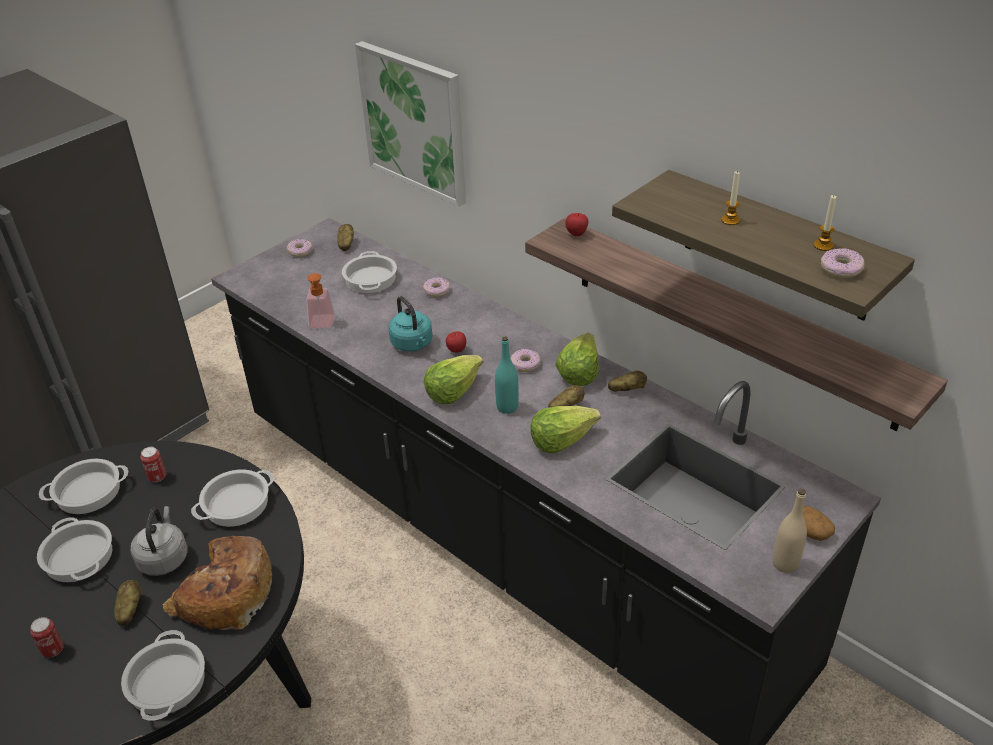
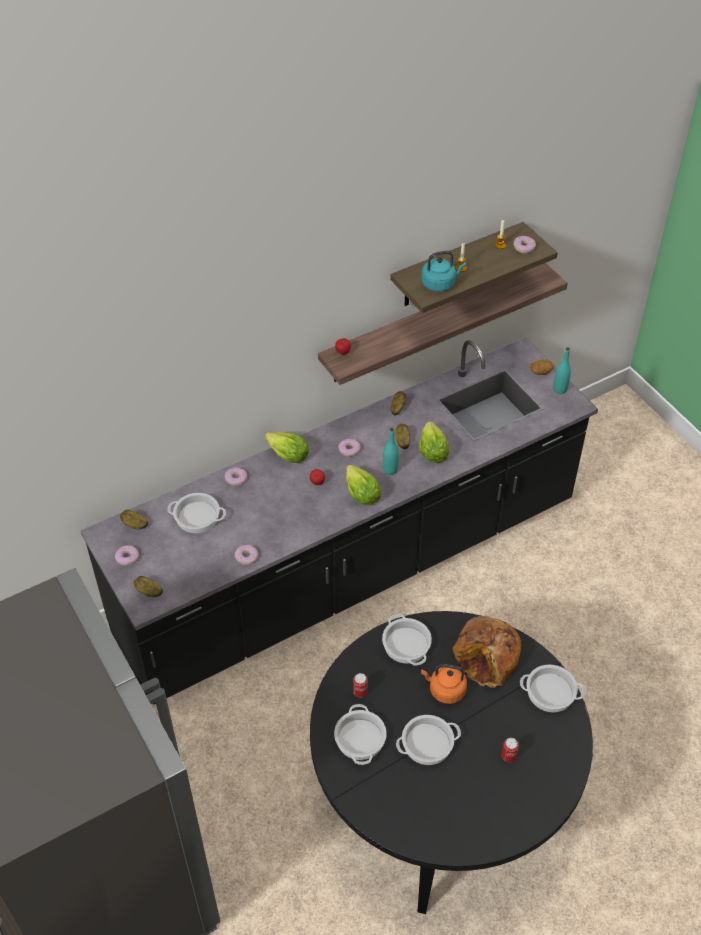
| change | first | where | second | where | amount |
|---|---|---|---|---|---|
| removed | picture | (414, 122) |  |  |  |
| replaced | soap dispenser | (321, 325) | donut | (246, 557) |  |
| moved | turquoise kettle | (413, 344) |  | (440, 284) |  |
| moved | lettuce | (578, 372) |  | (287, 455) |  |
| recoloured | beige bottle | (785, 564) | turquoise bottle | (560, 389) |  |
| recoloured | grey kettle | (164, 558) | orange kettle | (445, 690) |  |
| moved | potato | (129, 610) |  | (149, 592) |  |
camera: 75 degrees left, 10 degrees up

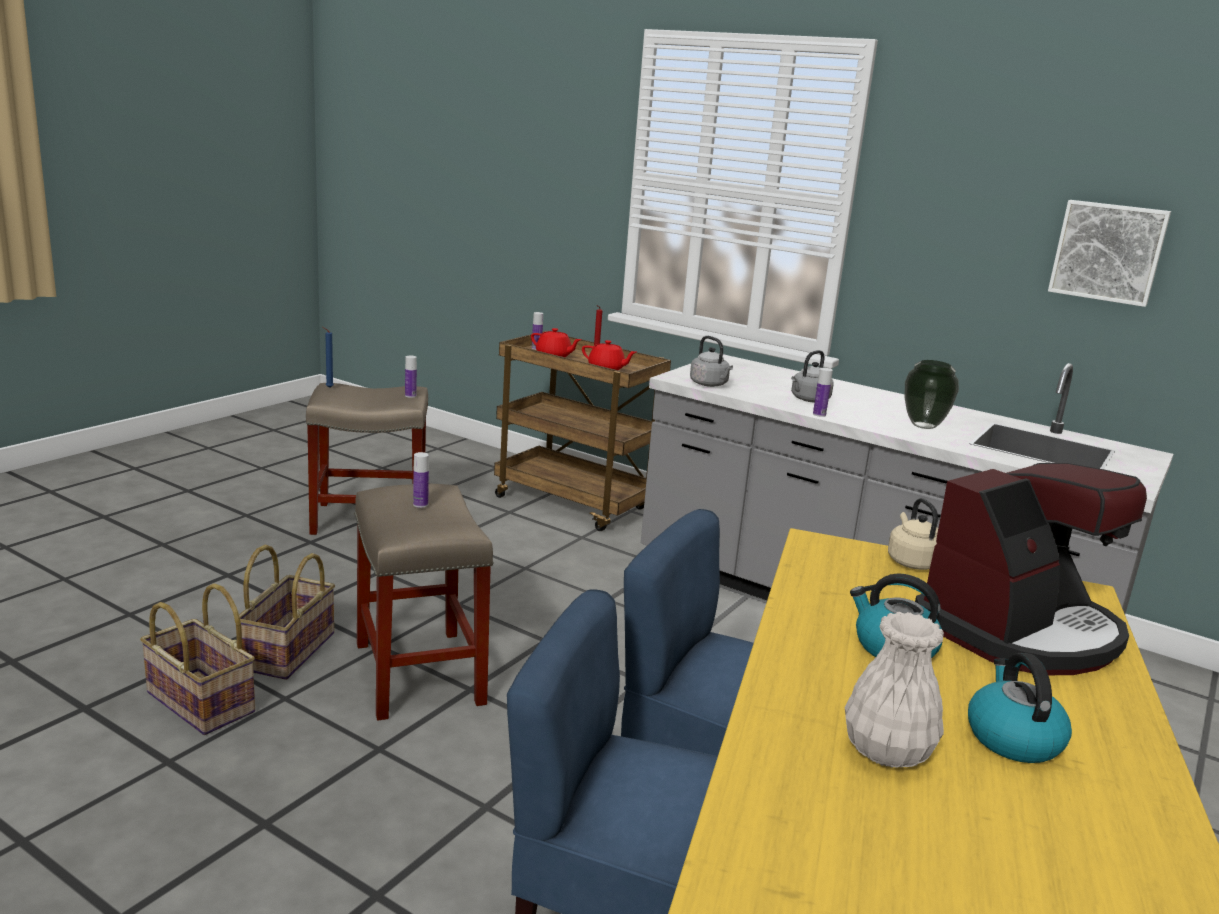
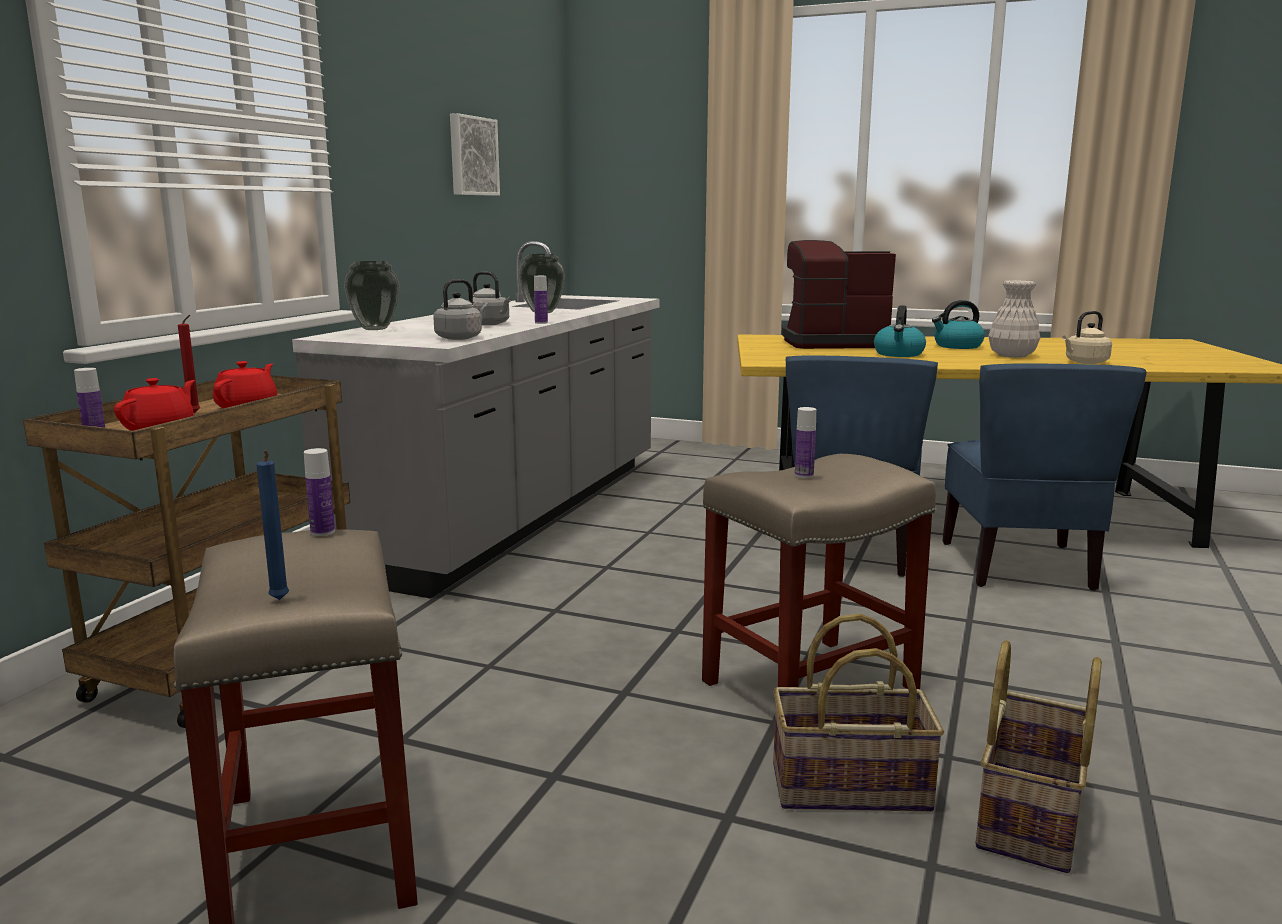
| change | first | where | second | where | amount |
|---|---|---|---|---|---|
| turned | coffee machine | (1020, 631) |  | (833, 343) | 45 degrees counterclockwise |
| moved | beige kettle | (911, 561) |  | (1084, 362) |  |
| added |  |  | vase | (374, 329) |  |
camera: 100 degrees left, 5 degrees down

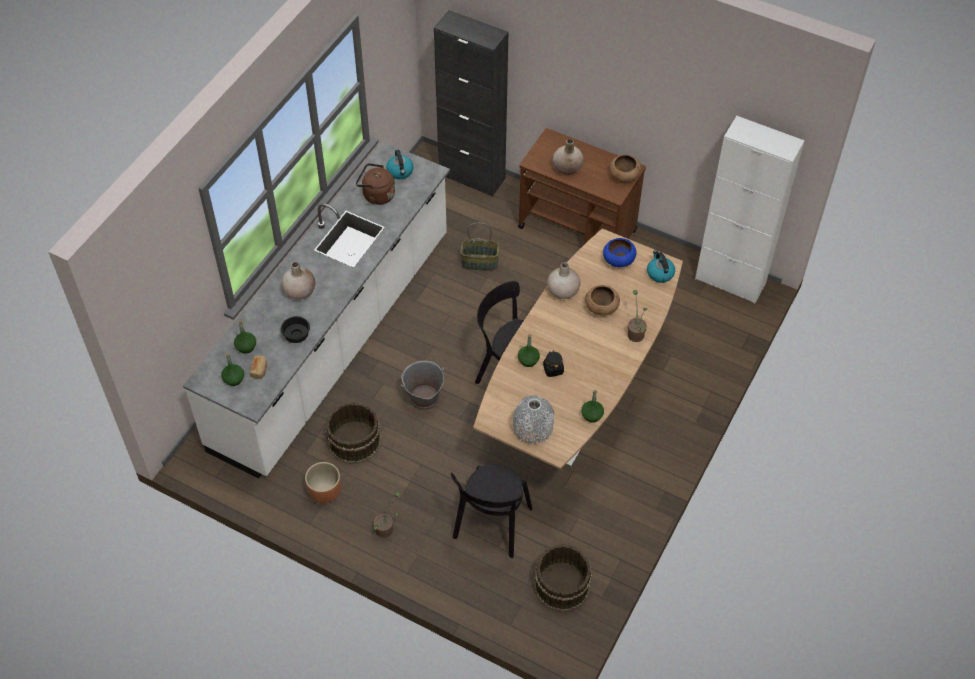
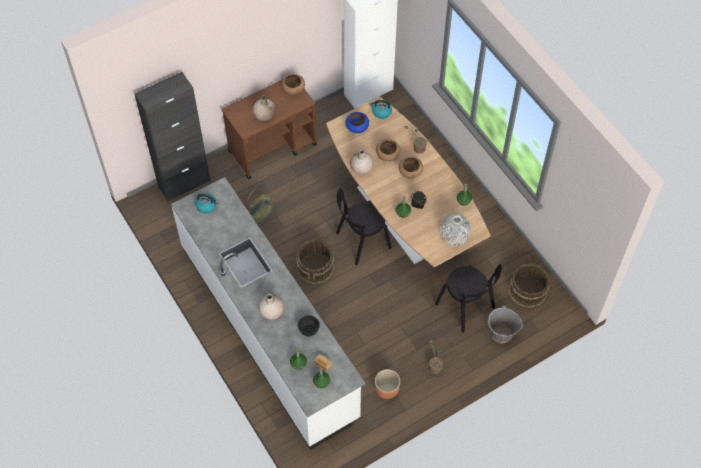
| change | first | where | second | where | amount |
|---|---|---|---|---|---|
| removed | brown kettle | (376, 195) |  |  |  |
| moved | grey bucket | (424, 398) |  | (501, 334) |  |
| moved | brown bucket | (354, 442) |  | (316, 267) |  |
| added |  |  | brown bowl | (410, 172) |  |
camera: 60 degrees left, 5 degrees up

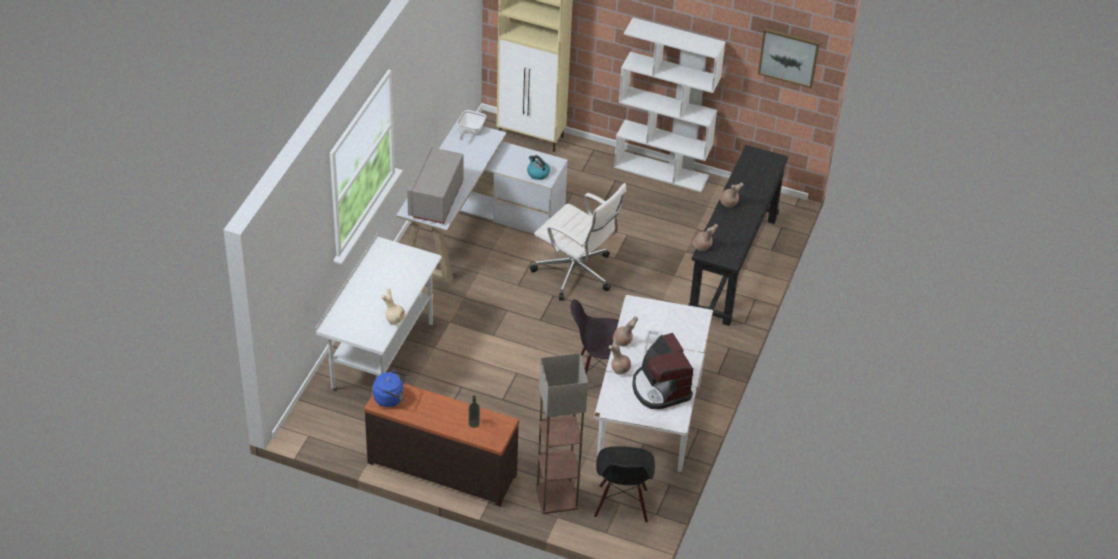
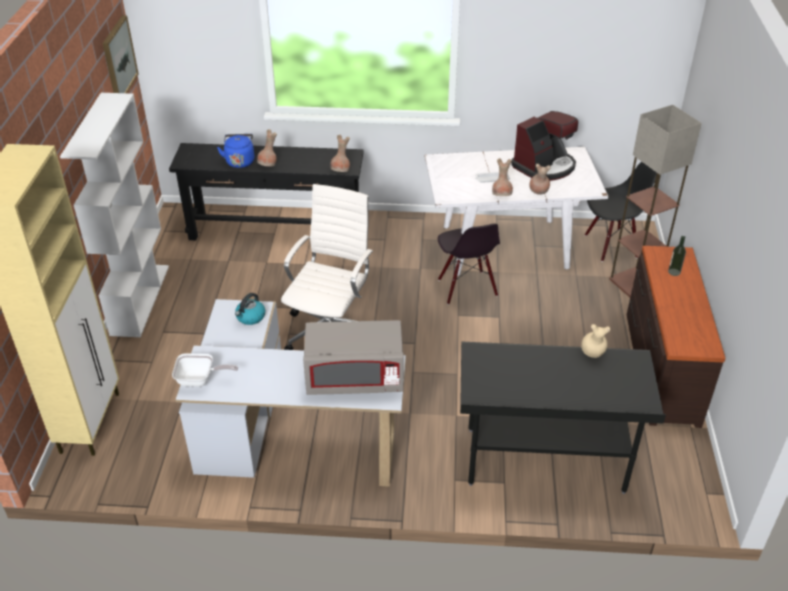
| change | first | where | second | where | amount |
|---|---|---|---|---|---|
| recoloured | white desk | (382, 356) | black desk | (544, 461) |  |
| moved | blue kettle | (391, 398) |  | (240, 161) |  |
camera: 105 degrees left, 5 degrees down

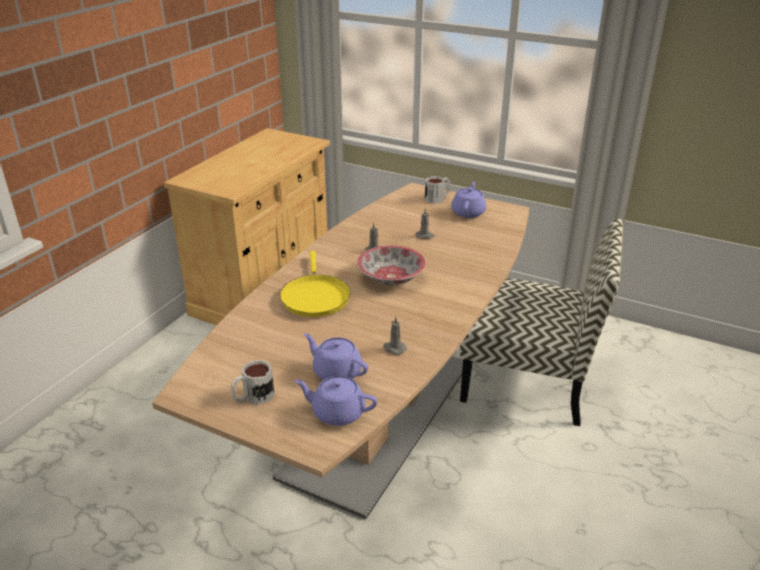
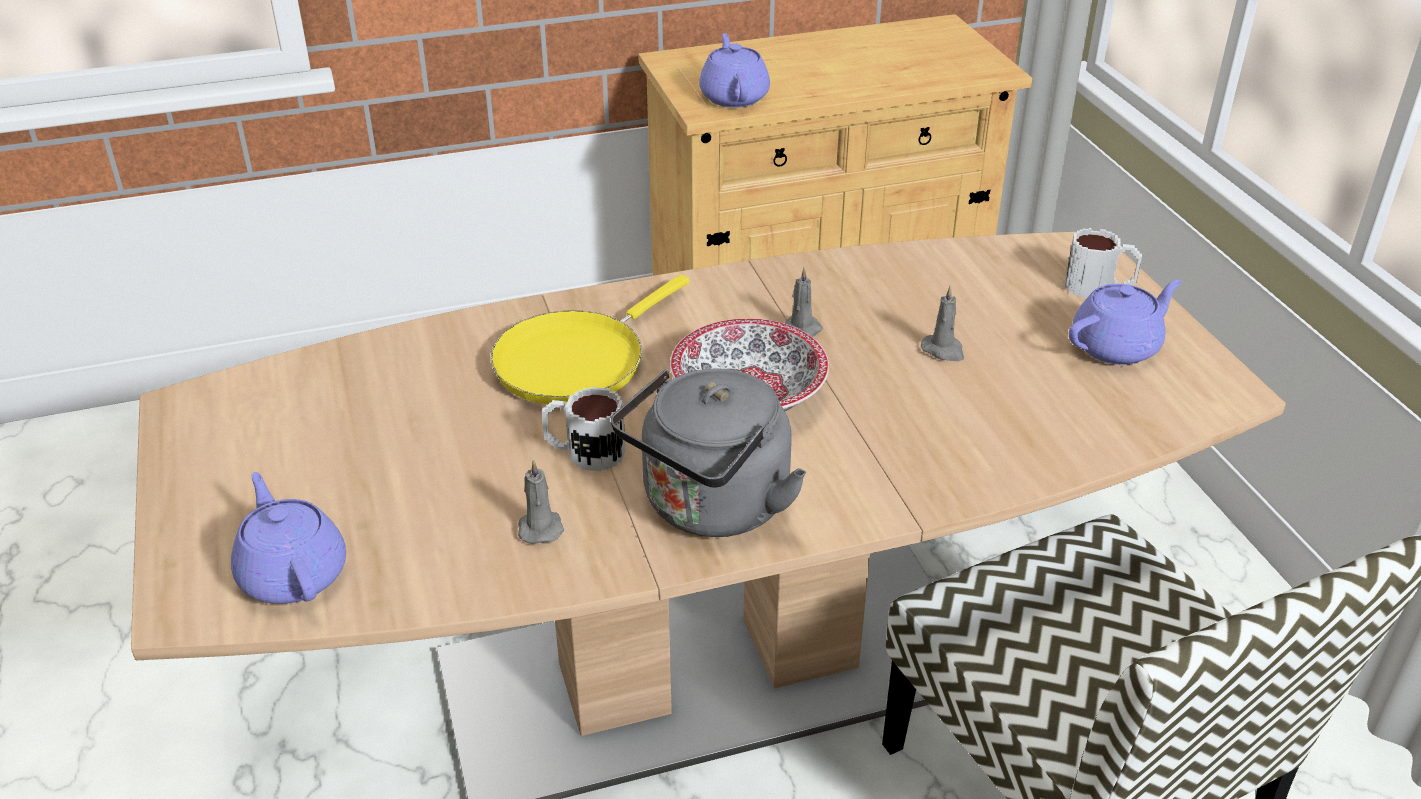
| change | first | where | second | where | amount |
|---|---|---|---|---|---|
| moved | purple teapot | (336, 371) |  | (734, 96) |  |
| moved | mug | (253, 397) |  | (584, 452) |  |
| added |  |  | grey kettle | (710, 508) |  |
camera: 45 degrees right, 5 degrees up

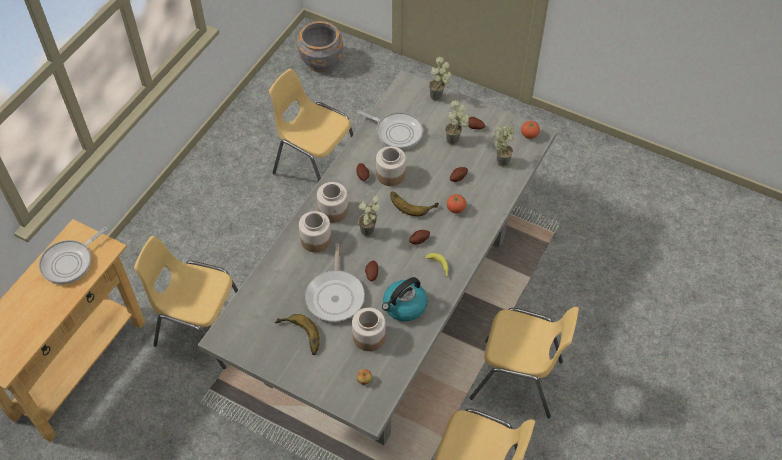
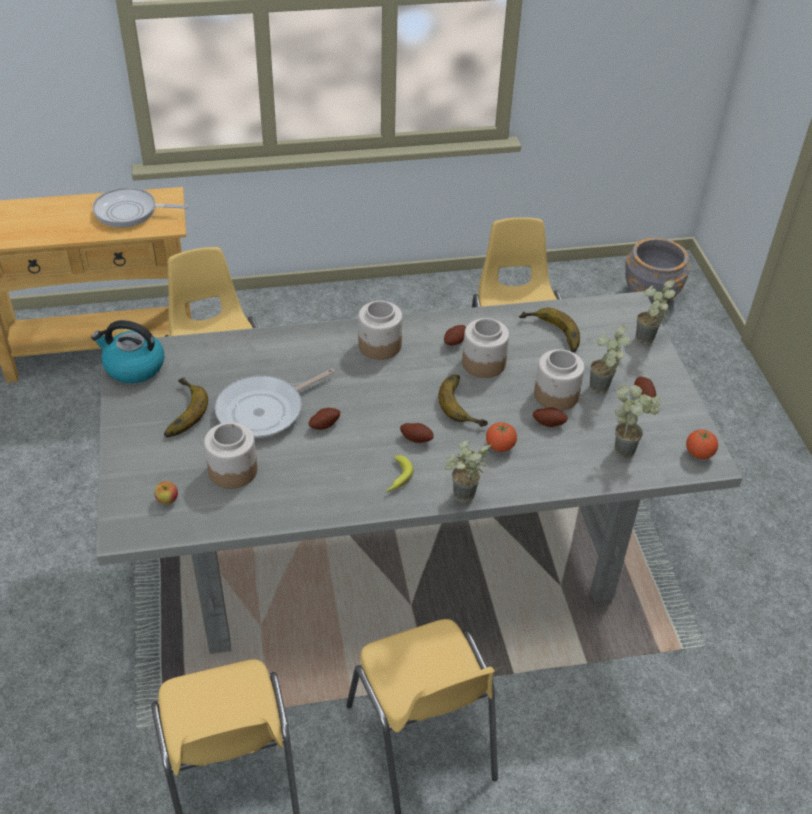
| change | first | where | second | where | amount |
|---|---|---|---|---|---|
| replaced | frying pan | (396, 132) | banana | (550, 335) |  |
| moved | potted plant | (369, 234) |  | (461, 500) |  |
| moved | jar | (316, 239) |  | (556, 395) |  |
| moved | kettle | (404, 306) |  | (133, 367) |  |
camera: 50 degrees right, 10 degrees down

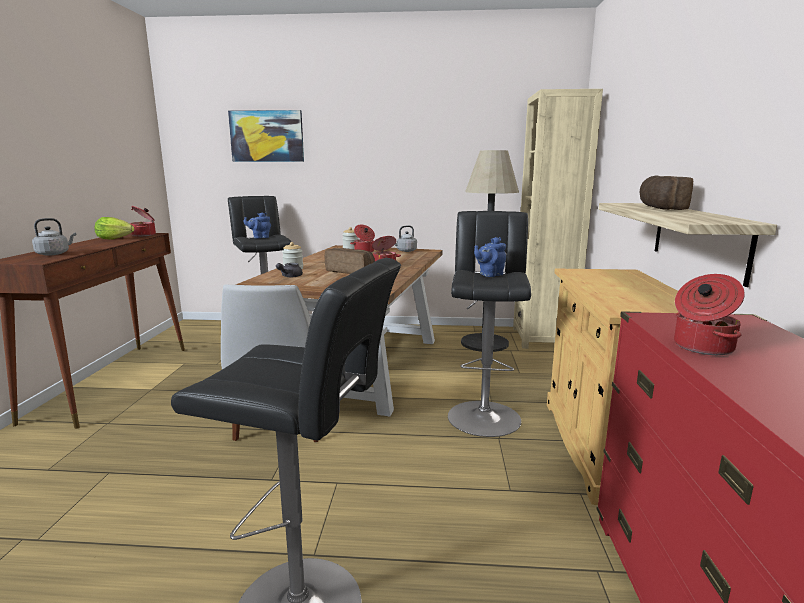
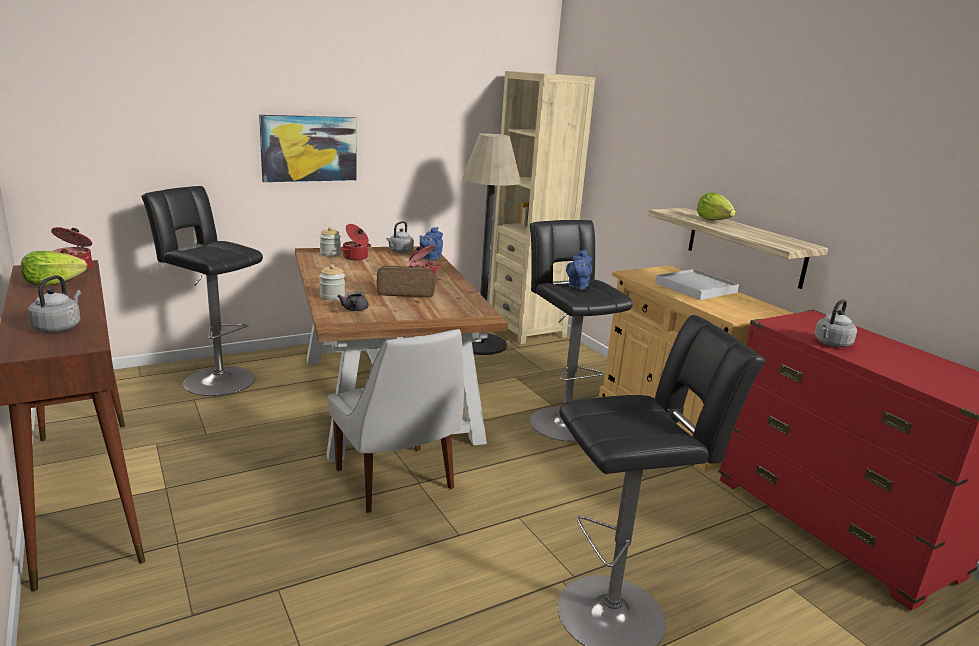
| change | first | where | second | where | amount |
|---|---|---|---|---|---|
| moved | picture | (267, 136) |  | (309, 148) |  |
| replaced | bread | (659, 208) | lettuce | (713, 220) |  |
| moved | blue teapot | (259, 237) |  | (430, 258) |  |
| replaced | cooking pot | (701, 347) | grey kettle | (831, 344) |  |
| added |  |  | white tray | (695, 288) |  |
camera: 35 degrees left, 5 degrees up

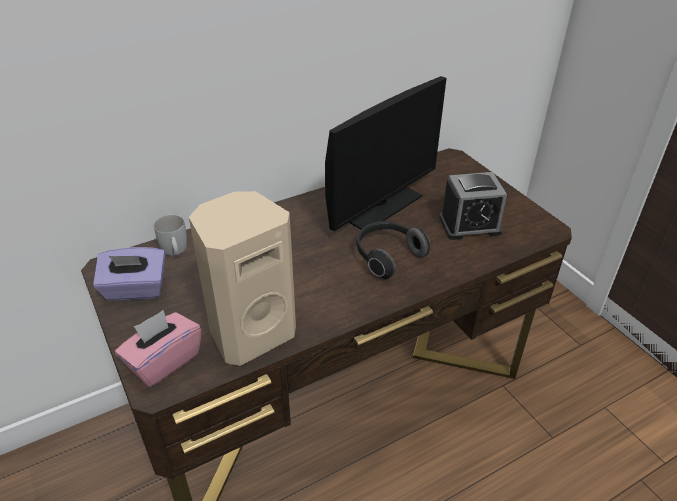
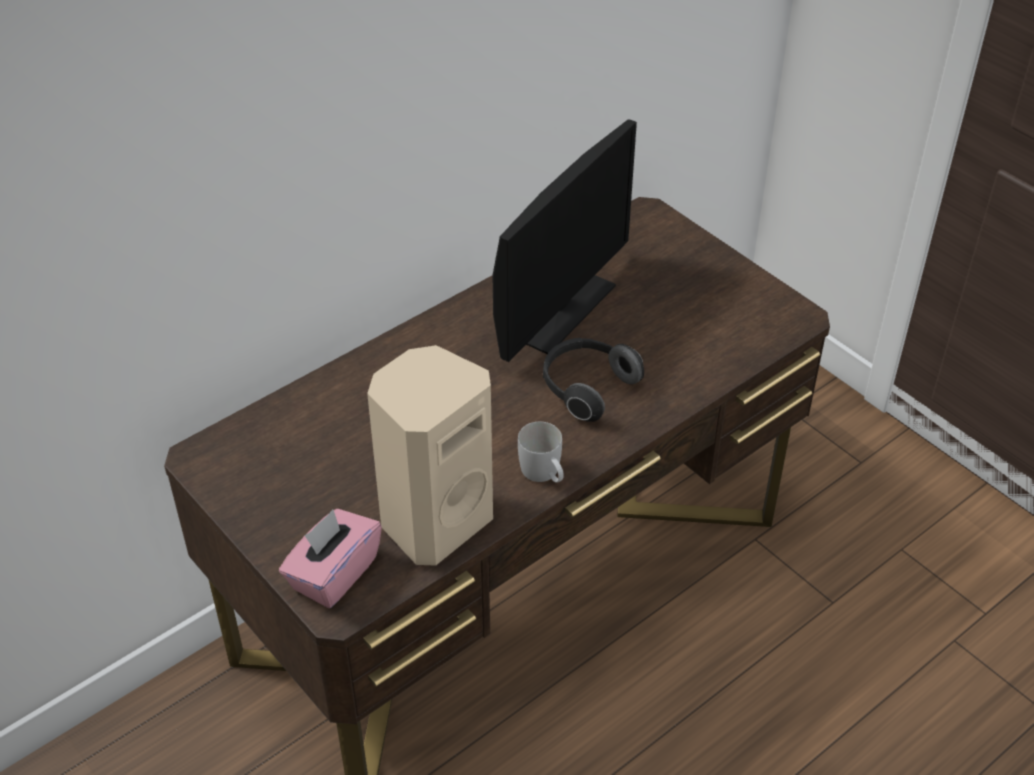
| change | first | where | second | where | amount |
|---|---|---|---|---|---|
| removed | alarm clock | (470, 225) |  |  |  |
| moved | white mug | (175, 251) |  | (544, 474) |  |
| removed | purple tissue box | (135, 289) |  |  |  |
camera: 10 degrees left, 5 degrees up

